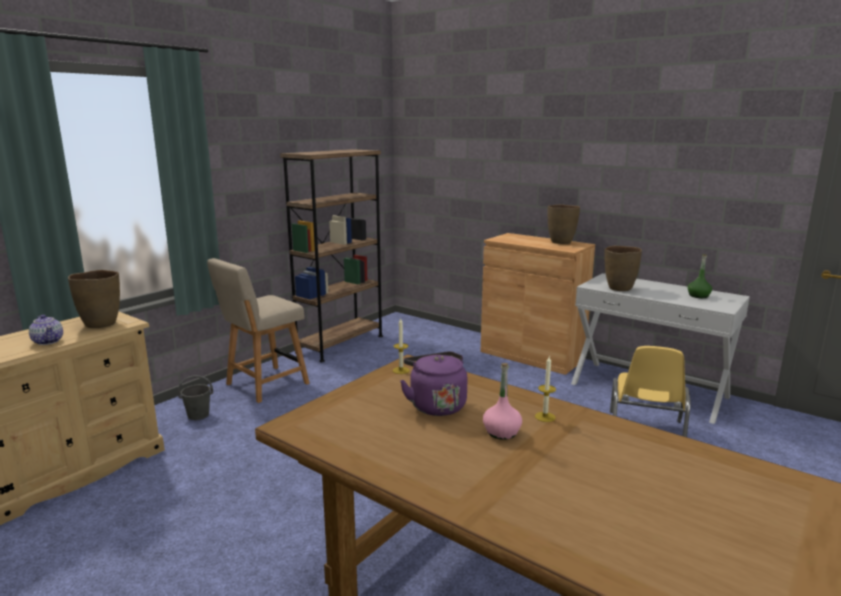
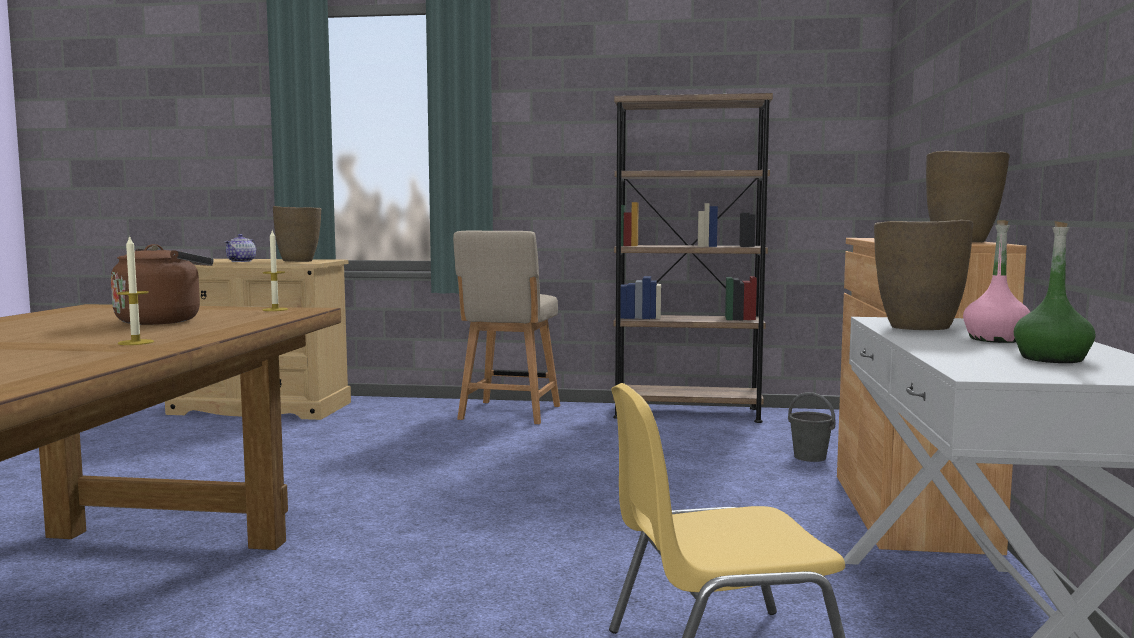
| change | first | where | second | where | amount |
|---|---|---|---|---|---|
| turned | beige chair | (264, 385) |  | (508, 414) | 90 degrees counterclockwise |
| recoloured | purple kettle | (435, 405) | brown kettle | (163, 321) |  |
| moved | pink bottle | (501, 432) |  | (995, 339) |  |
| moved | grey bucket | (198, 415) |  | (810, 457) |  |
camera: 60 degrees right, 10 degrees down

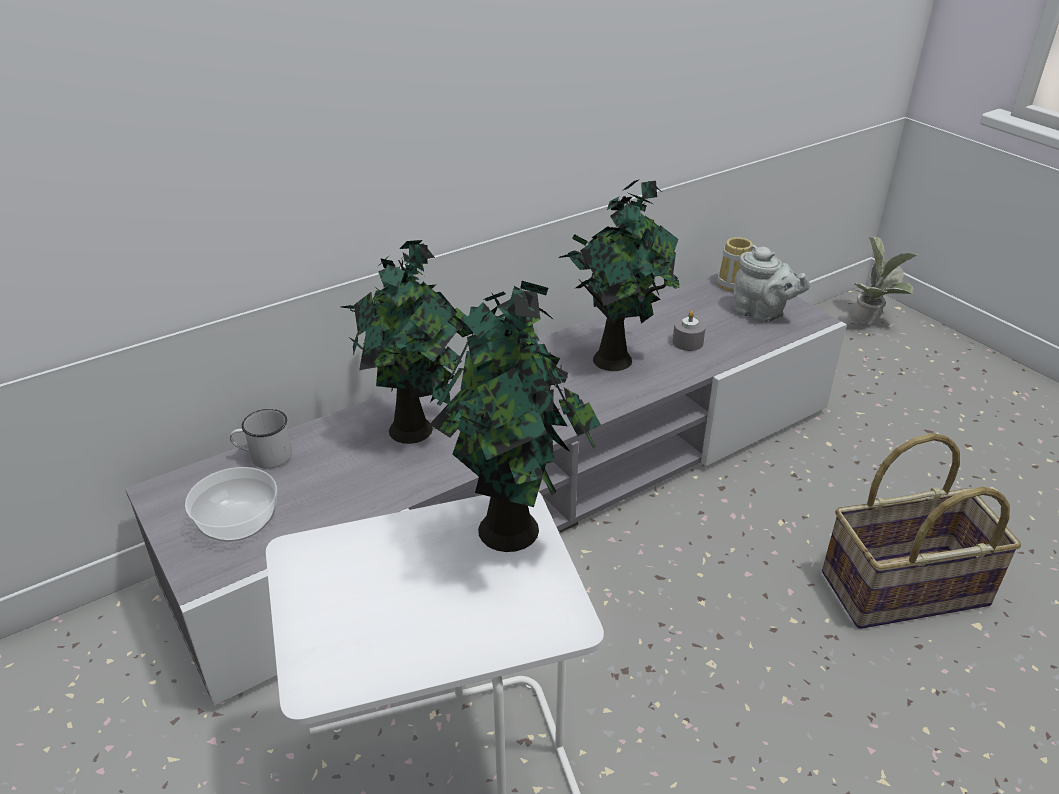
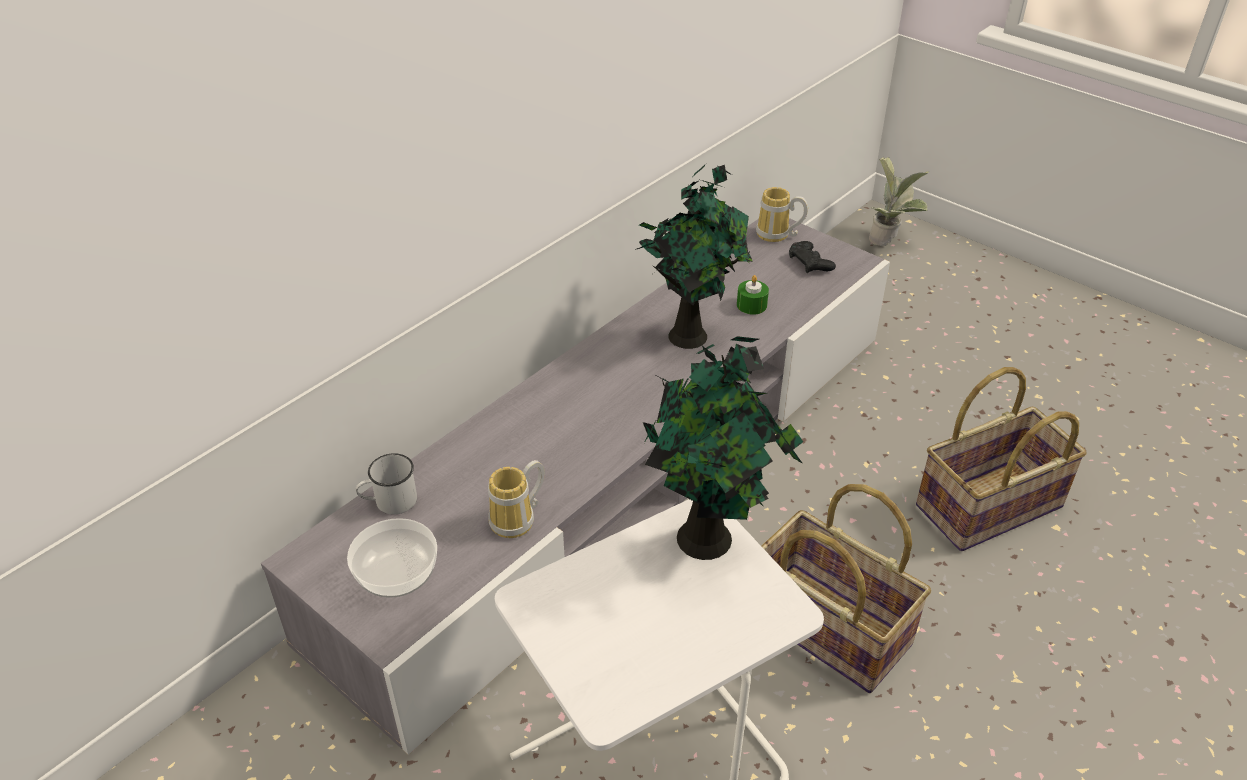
| change | first | where | second | where | amount |
|---|---|---|---|---|---|
| removed | potted plant | (415, 429) |  |  |  |
| replaced | grey teapot | (762, 314) | black game controller | (810, 262) |  |
| recoloured | grey candle | (687, 342) | green candle | (751, 305) |  |
| added |  |  | mug | (518, 520) |  |
| added |  |  | basket | (827, 629) |  |
camera: 15 degrees left, 5 degrees up

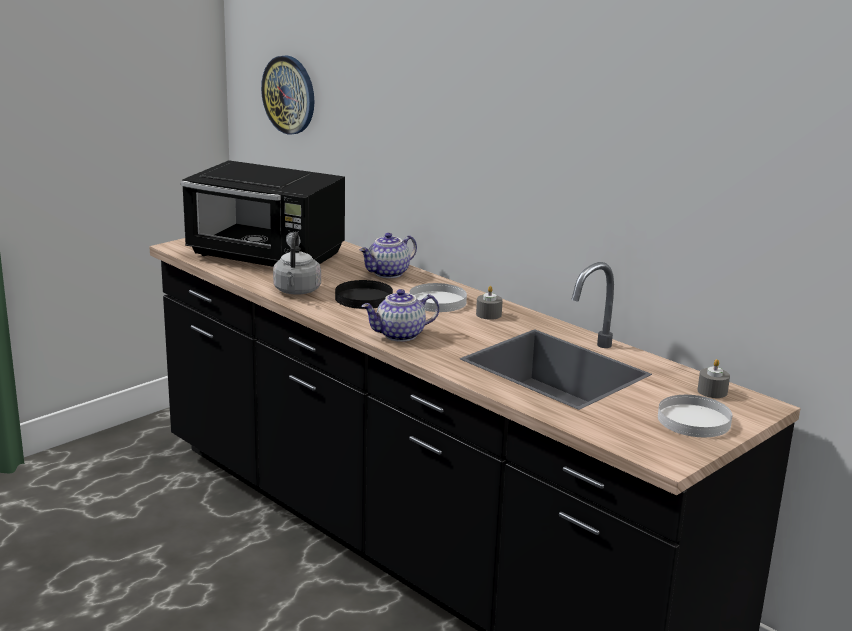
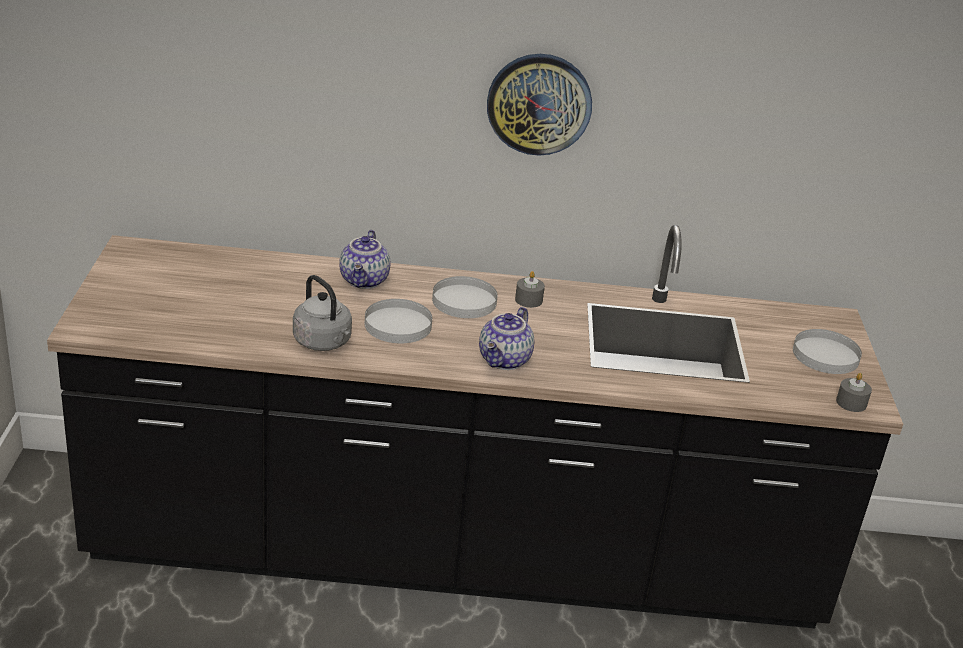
| change | first | where | second | where | amount |
|---|---|---|---|---|---|
| moved | wall clock | (289, 94) |  | (539, 103) |  |
| removed | black microwave | (267, 257) |  |  |  |
| recoloured | black plate | (363, 298) | white plate | (397, 324) |  |
| moved | grey candle | (712, 391) |  | (851, 403) |  |
camera: 45 degrees left, 10 degrees up

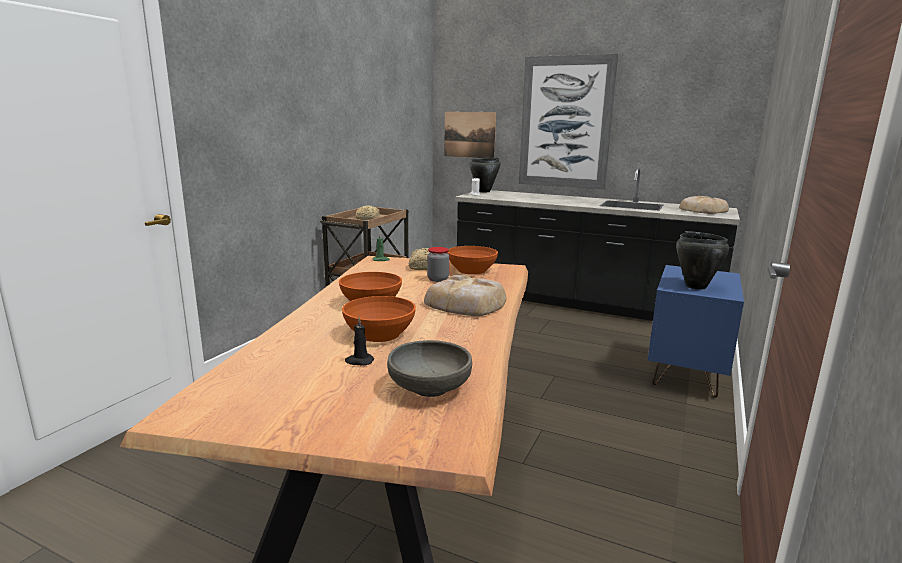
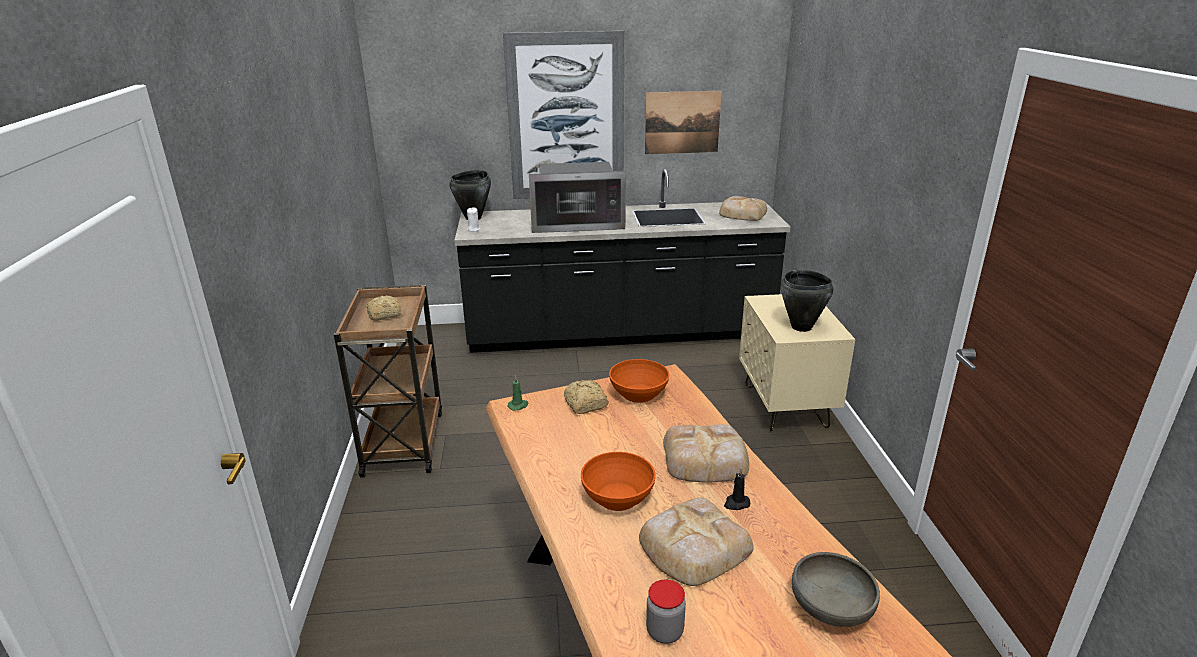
| change | first | where | second | where | amount |
|---|---|---|---|---|---|
| moved | picture | (469, 134) |  | (682, 122) |  |
| moved | jar | (438, 279) |  | (664, 632) |  |
| recoloured | blue nightstand | (686, 374) | beige nightstand | (785, 406) |  |
| replaced | orange bowl | (379, 334) | bread | (692, 547) |  |
| moved | black candle | (359, 361) |  | (736, 503) |  |
| added |  |  | microwave | (577, 223) |  |
camera: 30 degrees left, 10 degrees up

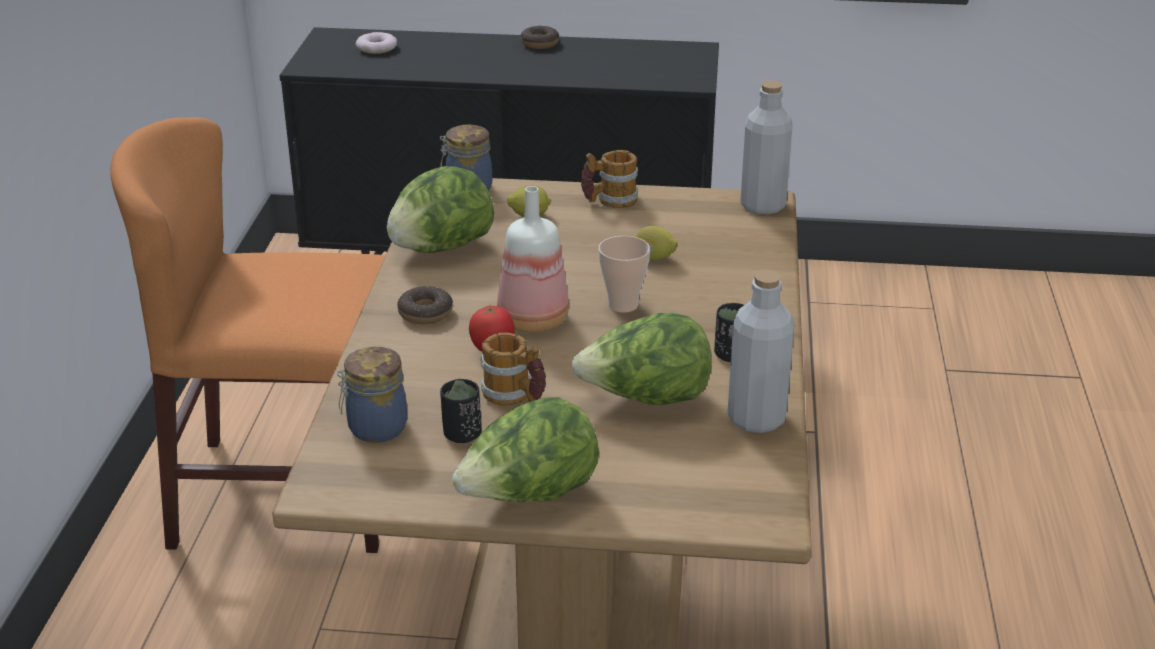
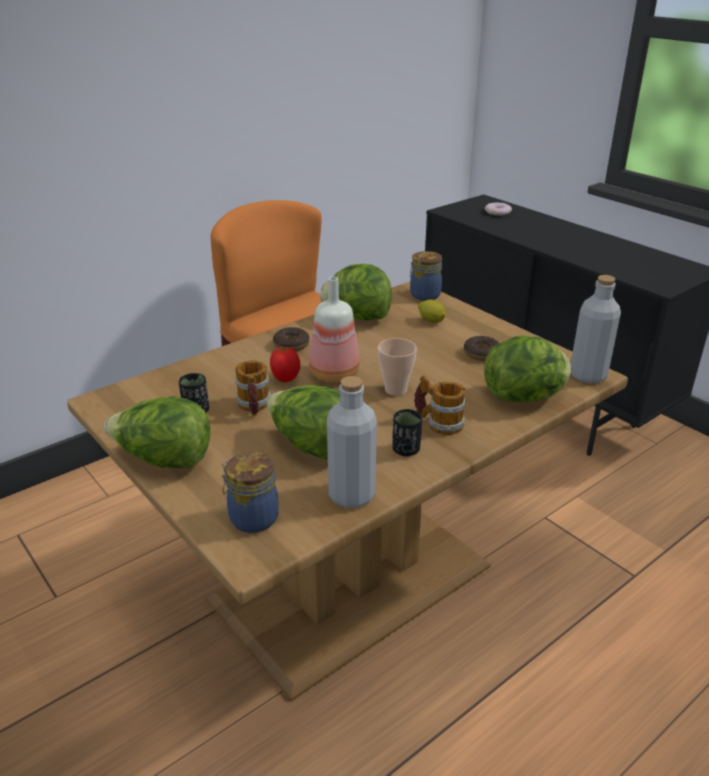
| change | first | where | second | where | amount |
|---|---|---|---|---|---|
| moved | donut | (539, 43) |  | (481, 353) |  |
| moved | mug | (609, 201) |  | (438, 423) |  |
| removed | lemon | (654, 258) |  |  |  |
| moved | jar | (375, 428) |  | (252, 518) |  |
| added |  |  | lettuce | (524, 397) |  |
camera: 45 degrees right, 0 degrees up

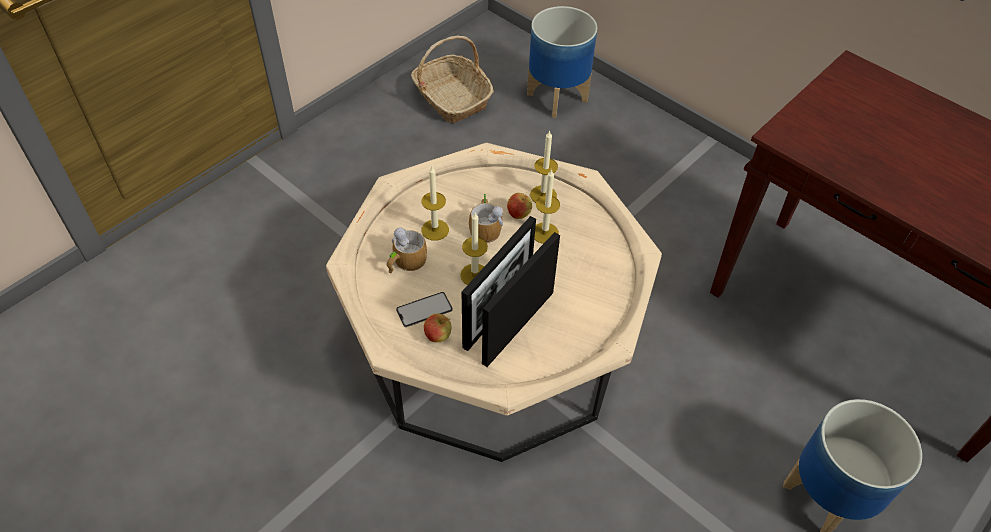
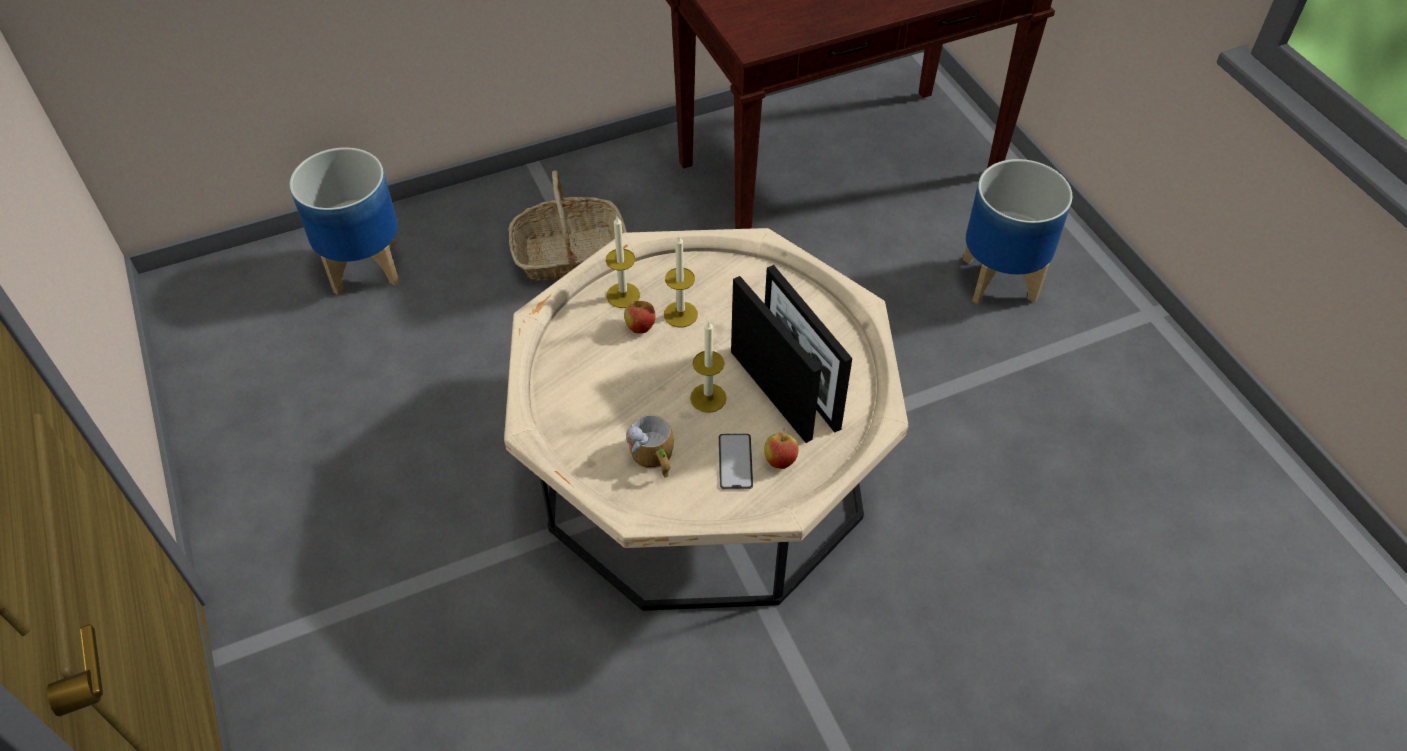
| change | first | where | second | where | amount |
|---|---|---|---|---|---|
| moved | basket | (451, 98) |  | (570, 254) |  |
| removed | candle | (435, 230) |  |  |  |
| removed | mug | (485, 227) |  |  |  |
camera: 65 degrees left, 0 degrees up

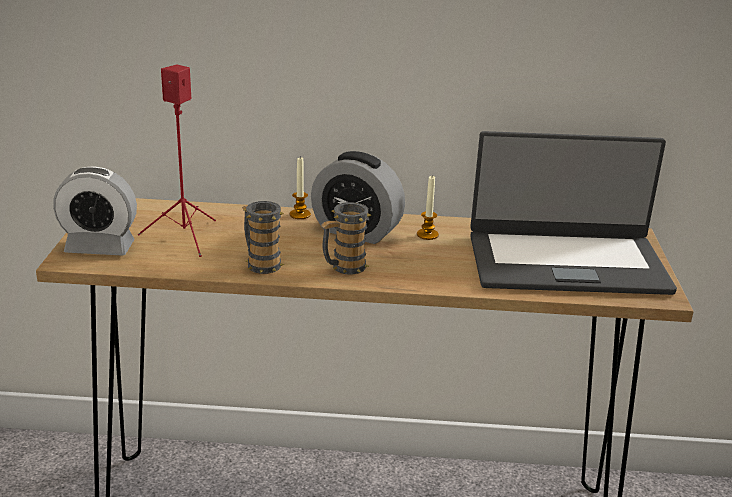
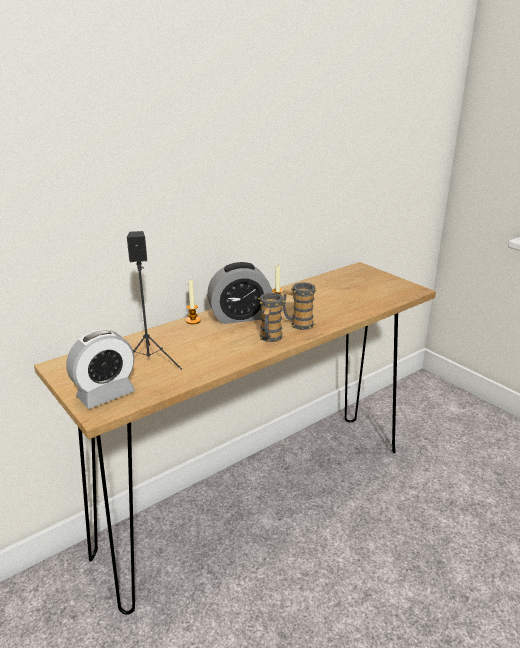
| change | first | where | second | where | amount |
|---|---|---|---|---|---|
| recoloured | red speaker | (185, 237) | black speaker | (150, 362) |  |
| removed | laptop | (566, 262) |  |  |  |
| moved | mug | (260, 263) |  | (298, 324) |  |
camera: 40 degrees left, 0 degrees up

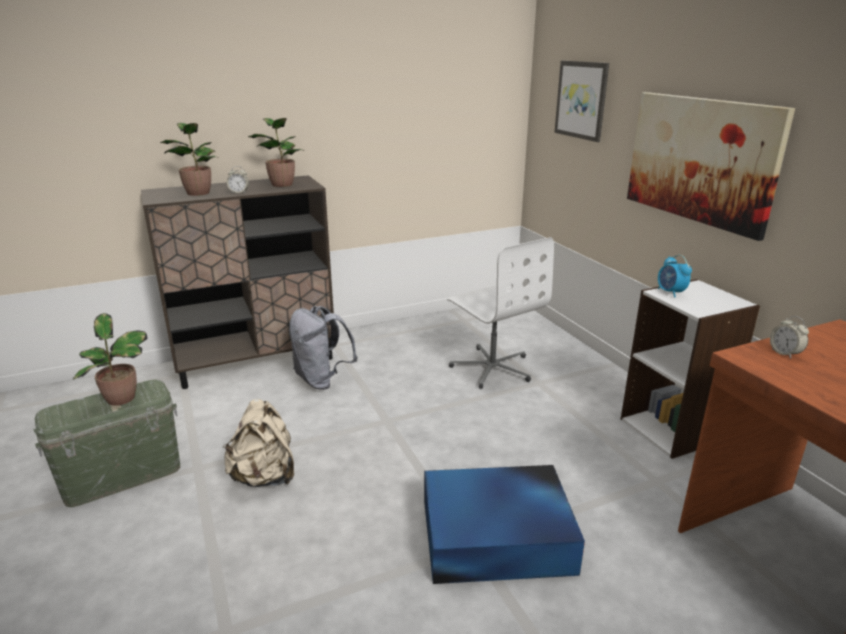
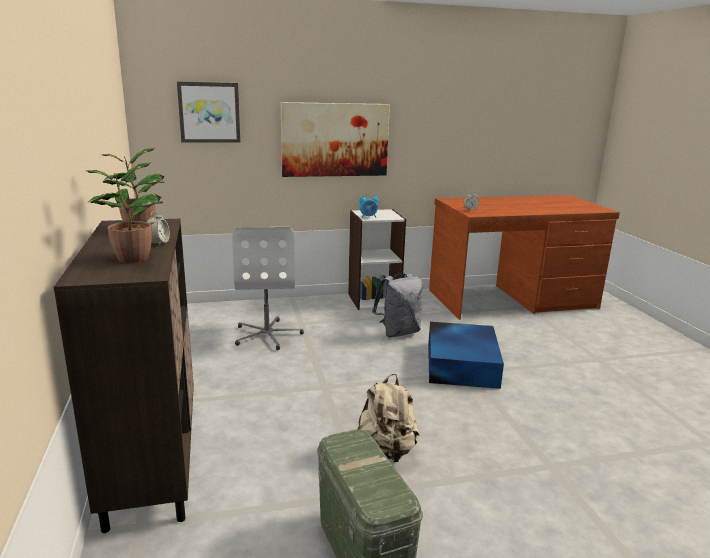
| change | first | where | second | where | amount |
|---|---|---|---|---|---|
| turned | white office chair | (492, 368) |  | (267, 335) | 105 degrees clockwise |
| moved | grey backpack | (322, 380) |  | (398, 332) |  |
| removed | potted plant | (121, 399) |  |  |  |
camera: 80 degrees left, 5 degrees down

